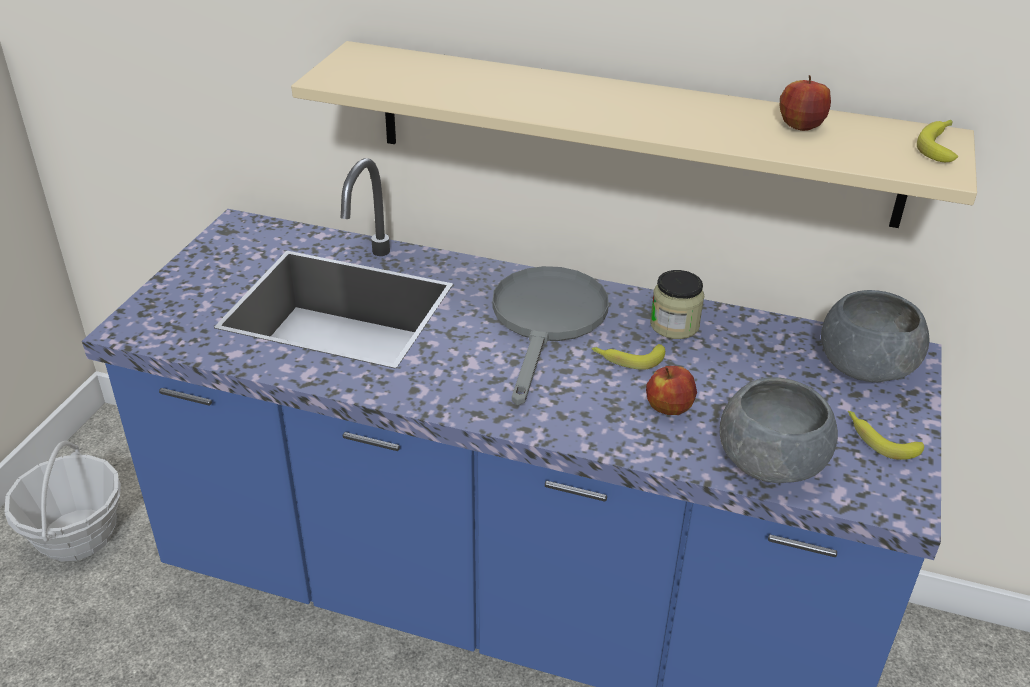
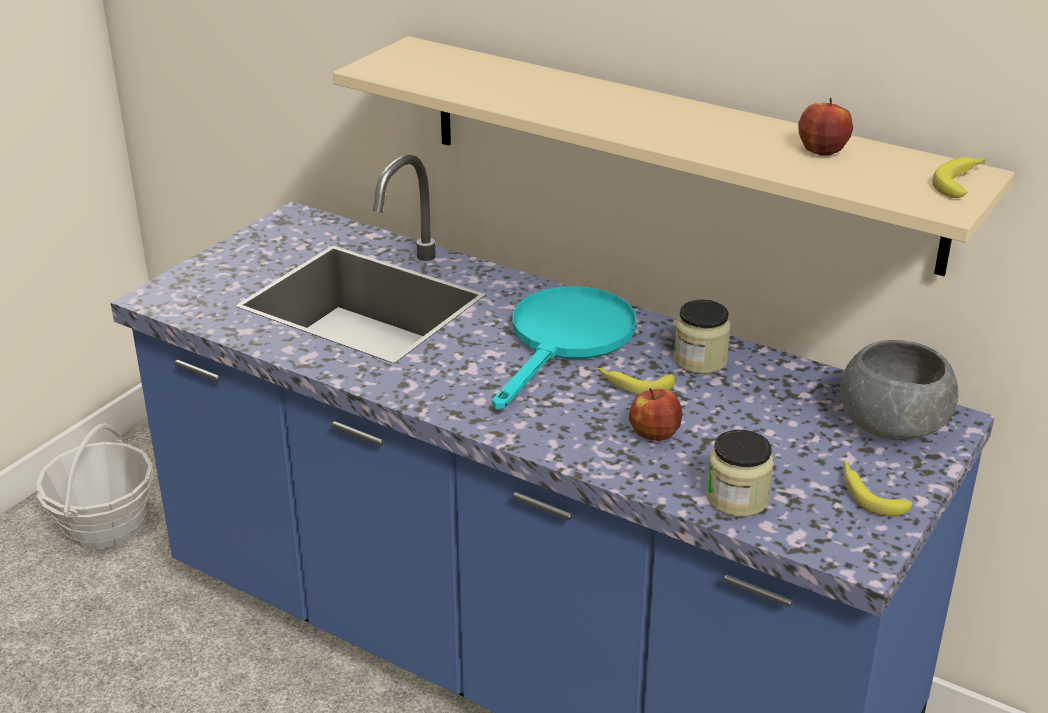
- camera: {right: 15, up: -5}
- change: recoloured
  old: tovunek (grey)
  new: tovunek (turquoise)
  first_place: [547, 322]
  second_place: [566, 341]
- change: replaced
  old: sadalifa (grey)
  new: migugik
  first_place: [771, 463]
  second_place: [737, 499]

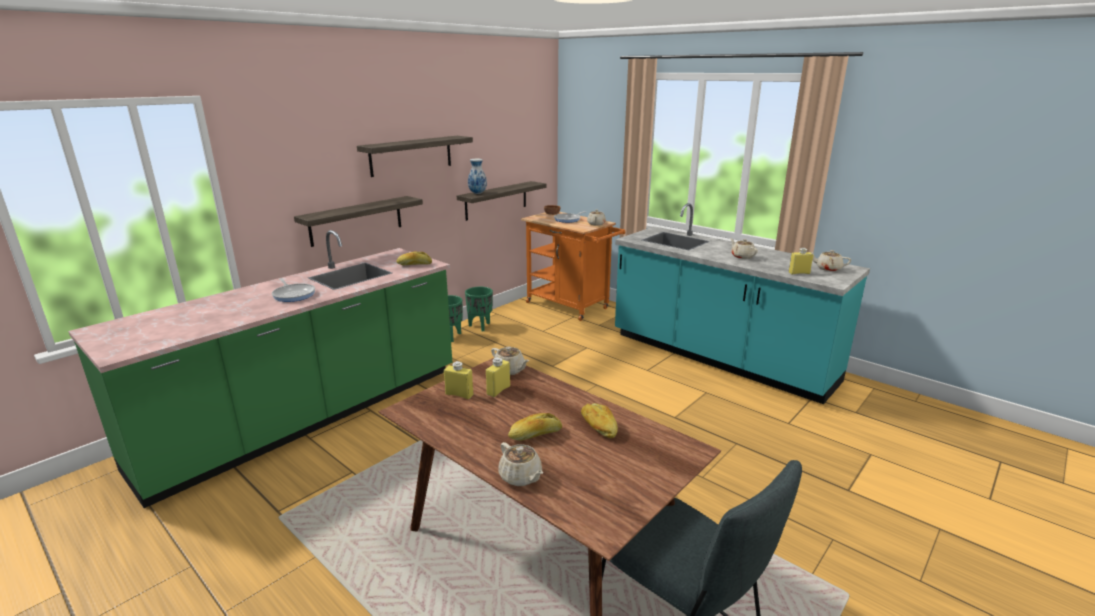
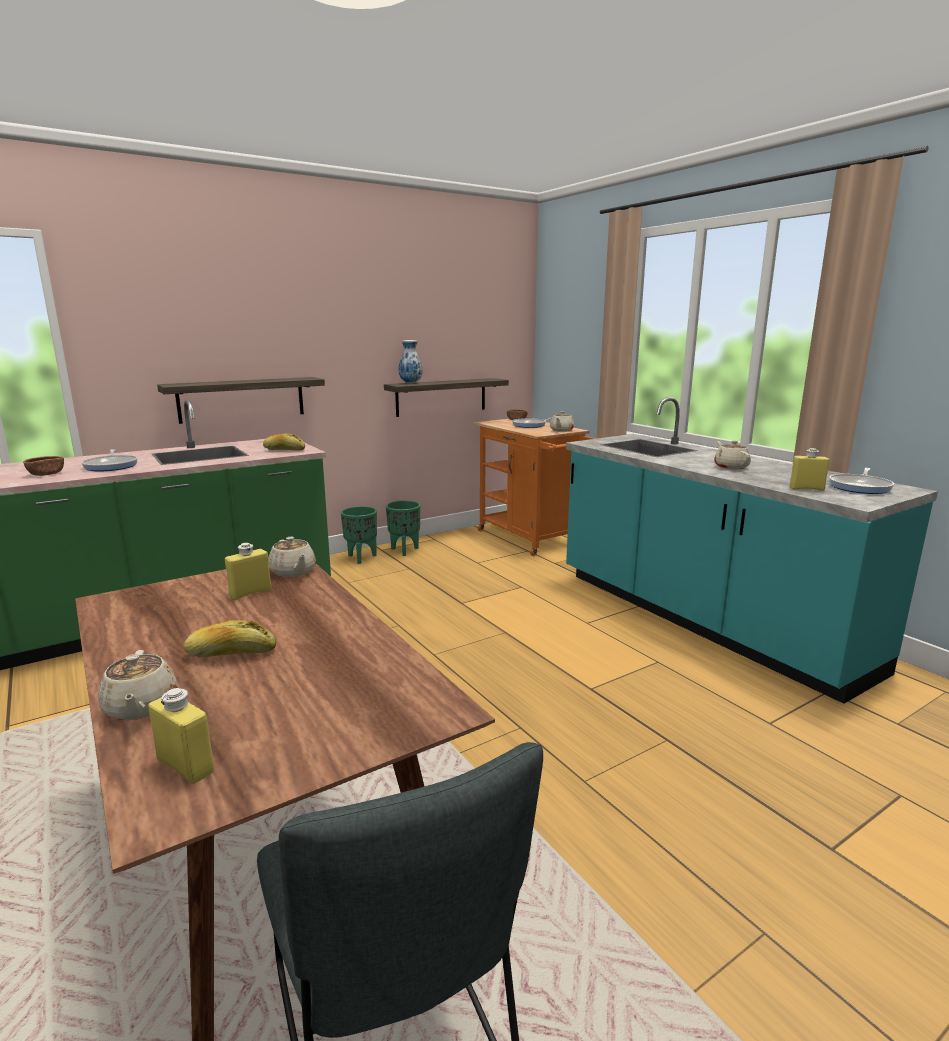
- camera: {right: 15, up: -5}
- change: removed
  old: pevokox
  first_place: [411, 155]
- change: replaced
  old: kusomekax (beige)
  new: tovunek
  first_place: [827, 268]
  second_place: [860, 487]
- change: moved
  old: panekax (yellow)
  first_place: [459, 394]
  second_place: [185, 766]
- change: removed
  old: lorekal
  first_place: [598, 427]
- change: added
  new: sadalifa (brown)
  second_place: [46, 474]

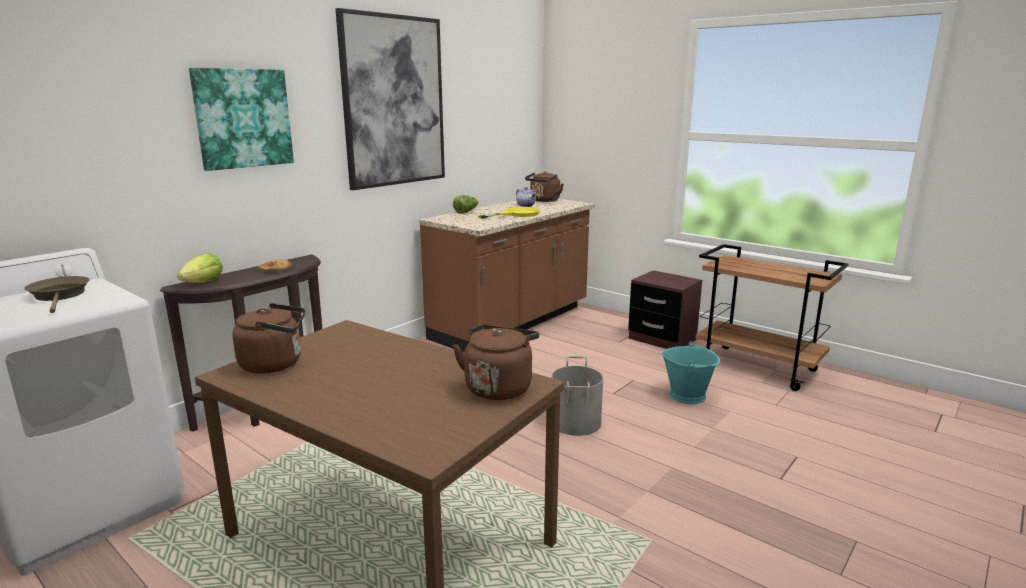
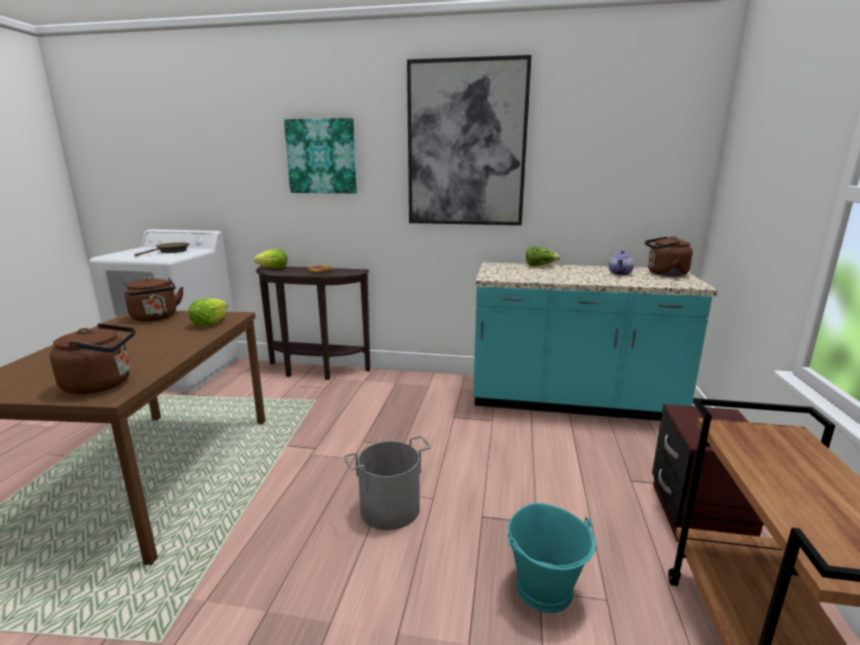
- camera: {right: 60, up: 0}
- change: recoloured
  old: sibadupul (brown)
  new: sibadupul (turquoise)
  first_place: [512, 323]
  second_place: [572, 402]
- change: removed
  old: tovunek (yellow)
  first_place: [516, 214]
- change: added
  new: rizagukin
  second_place: [209, 323]

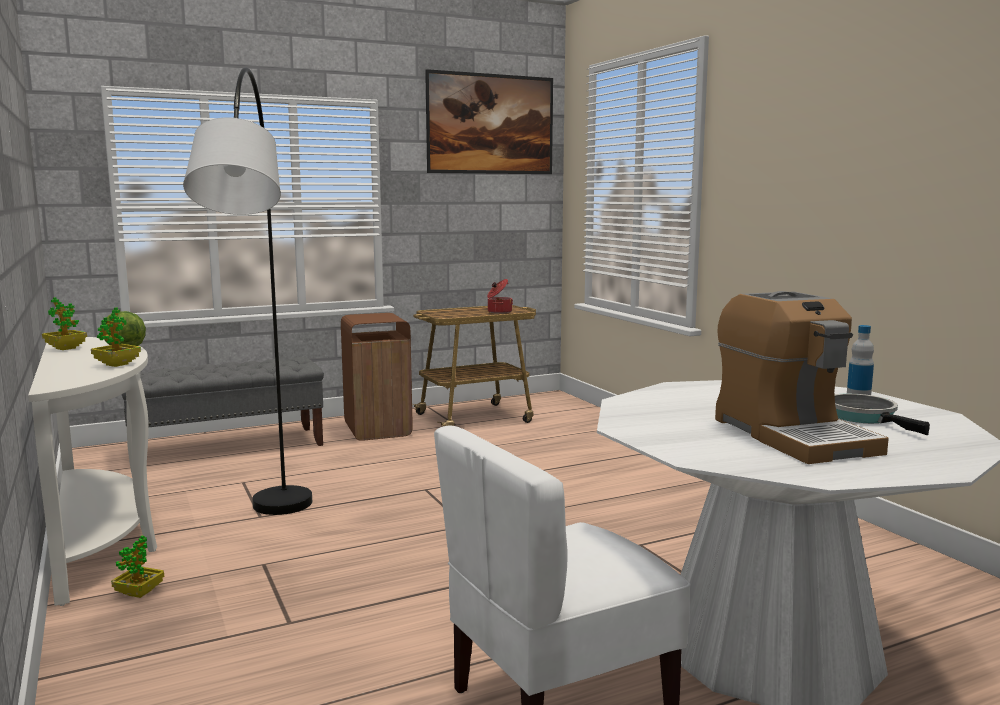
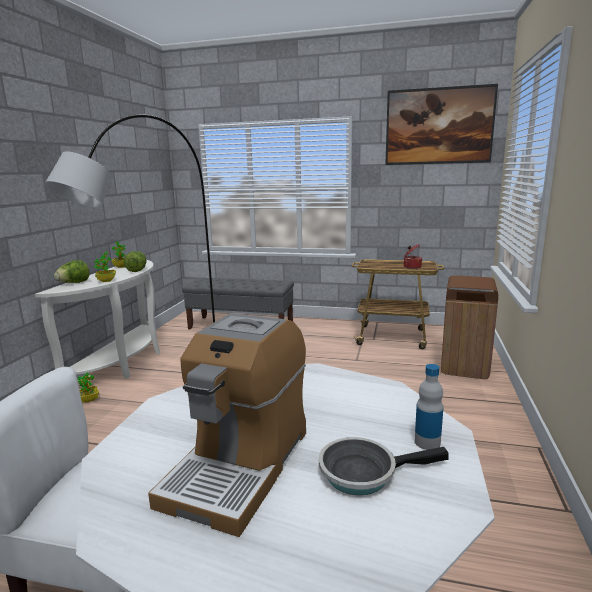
- camera: {right: 40, up: 5}
- change: moved
  old: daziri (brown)
  first_place: [378, 429]
  second_place: [465, 366]
- change: turned
  old: tovunek
  first_place: [865, 417]
  second_place: [363, 472]
  degrees: -120
- change: added
  new: rizagukin
  second_place: [74, 283]

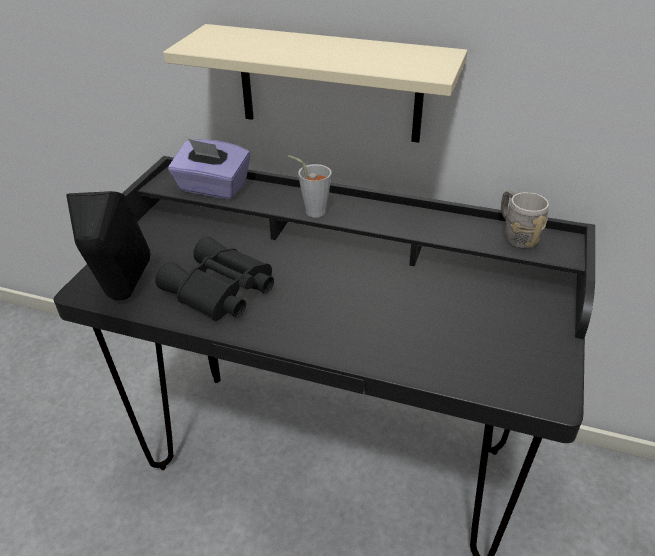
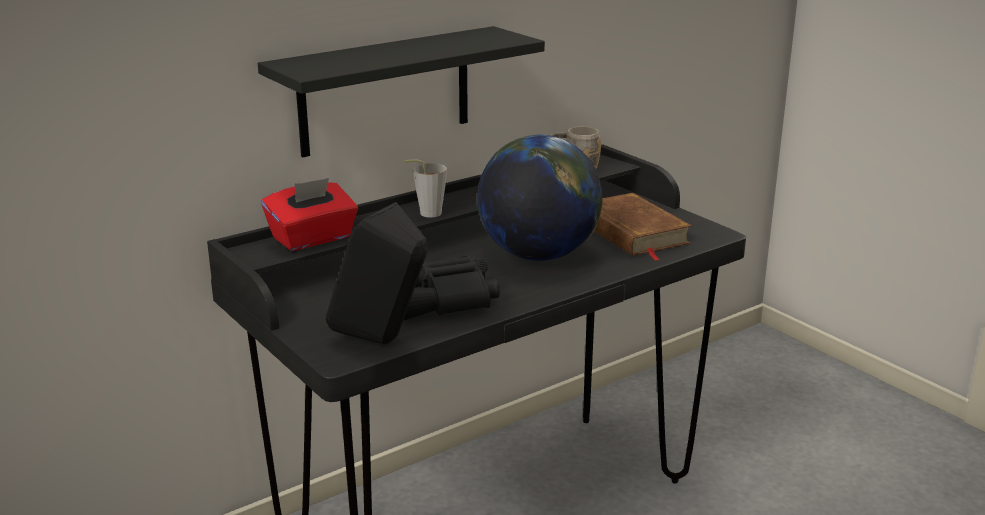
- camera: {right: -55, up: -15}
- change: recoloured
  old: pevokox (beige)
  new: pevokox (black)
  first_place: [329, 84]
  second_place: [385, 91]
- change: recoloured
  old: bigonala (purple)
  new: bigonala (red)
  first_place: [212, 188]
  second_place: [313, 239]
- change: added
  new: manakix
  second_place: [538, 256]
- change: added
  new: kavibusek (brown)
  second_place: [631, 232]

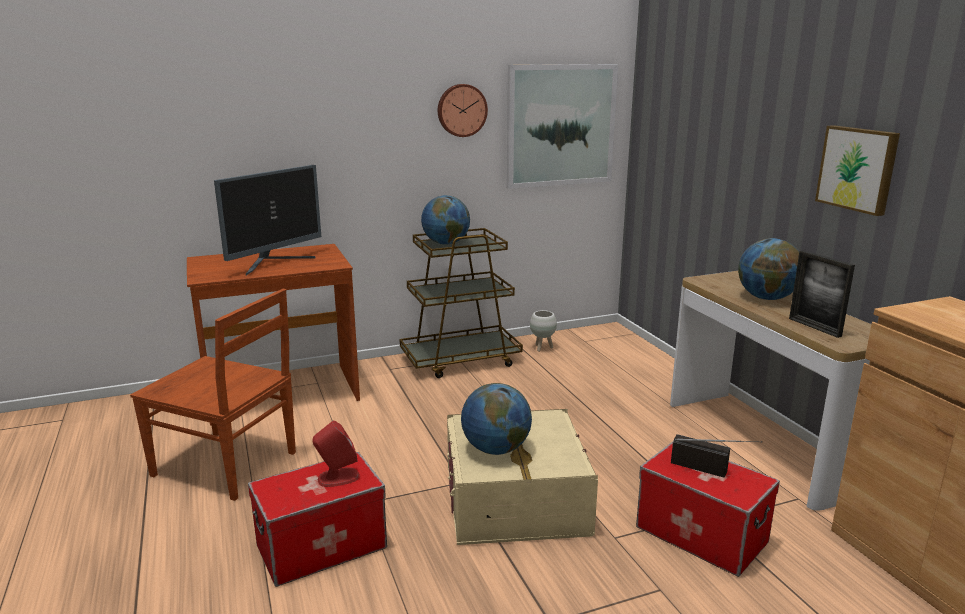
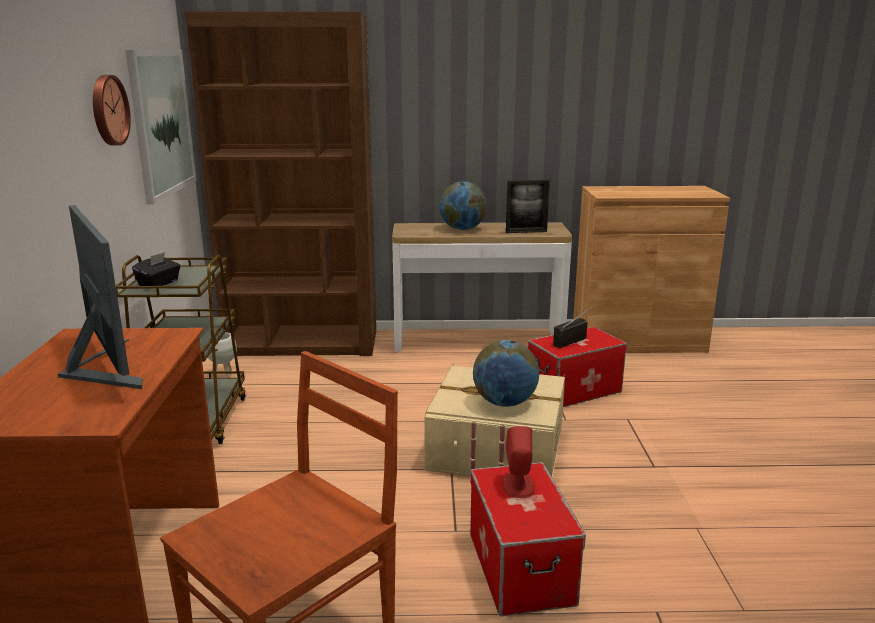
- camera: {right: -70, up: 0}
- change: removed
  old: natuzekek
  first_place: [858, 169]
- change: replaced
  old: manakix
  new: bigonala (black)
  first_place: [446, 243]
  second_place: [159, 283]
- change: added
  new: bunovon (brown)
  second_place: [303, 344]

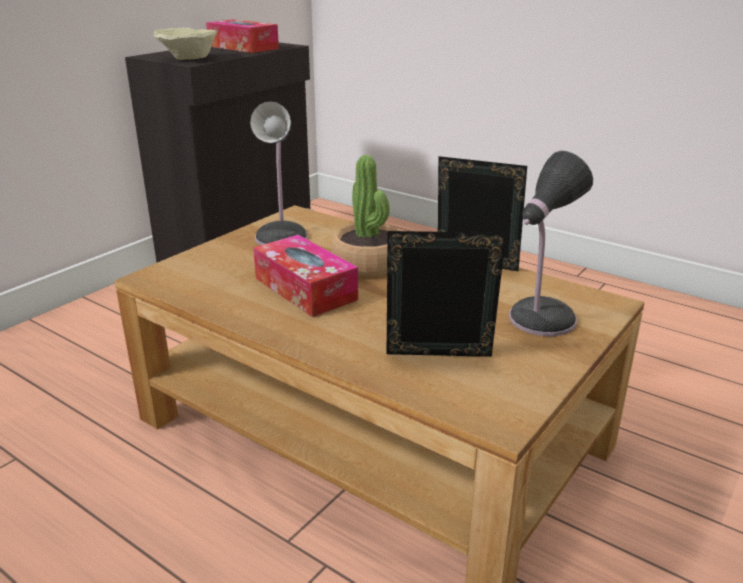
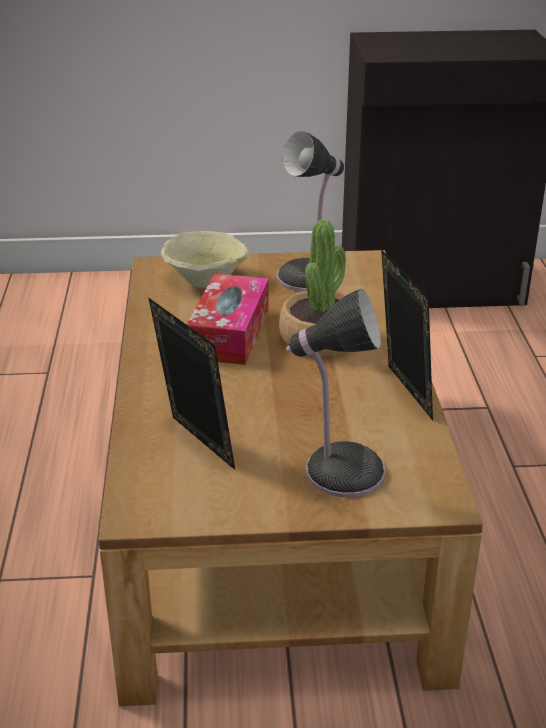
- camera: {right: 50, up: 5}
- change: removed
  old: bigonala
  first_place: [243, 47]
- change: moved
  old: sadalifa (beige)
  first_place: [189, 58]
  second_place: [207, 279]

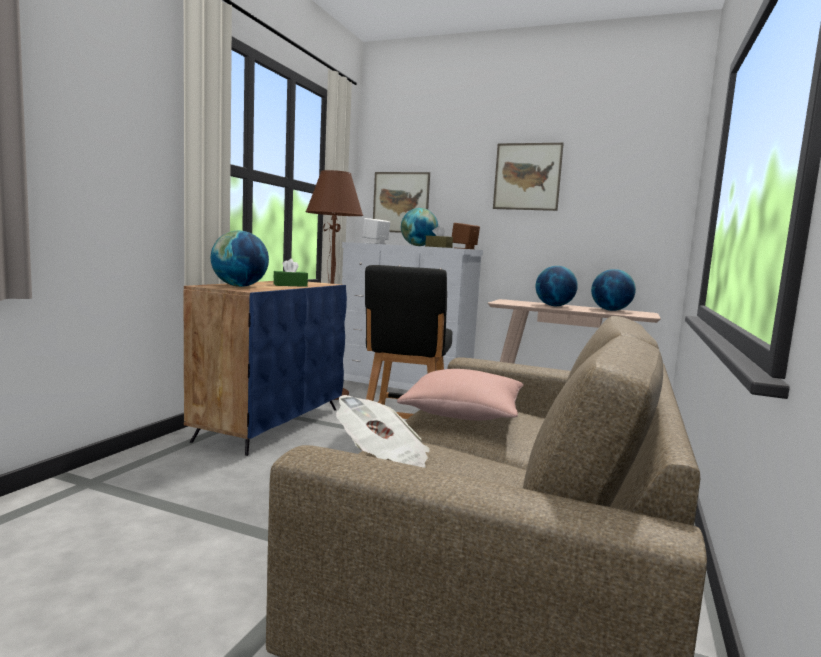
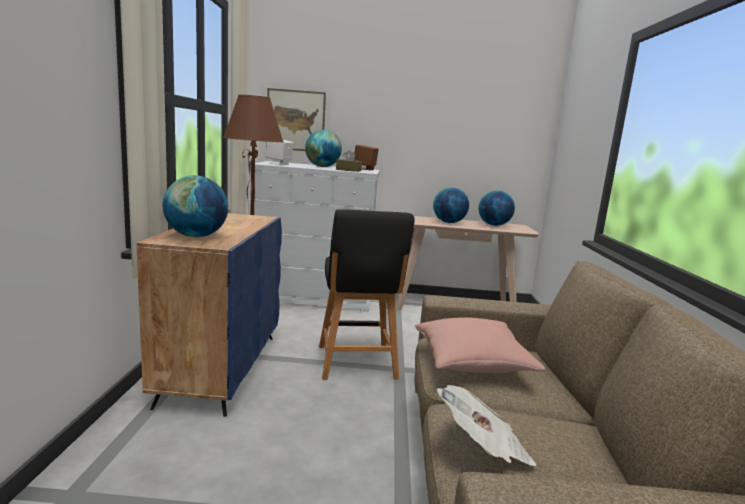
- camera: {right: -20, up: 5}
- change: removed
  old: natuzekek
  first_place: [527, 176]
- change: removed
  old: bigonala (green)
  first_place: [290, 285]

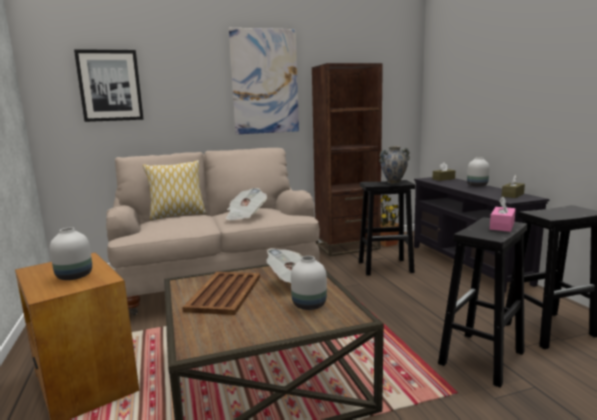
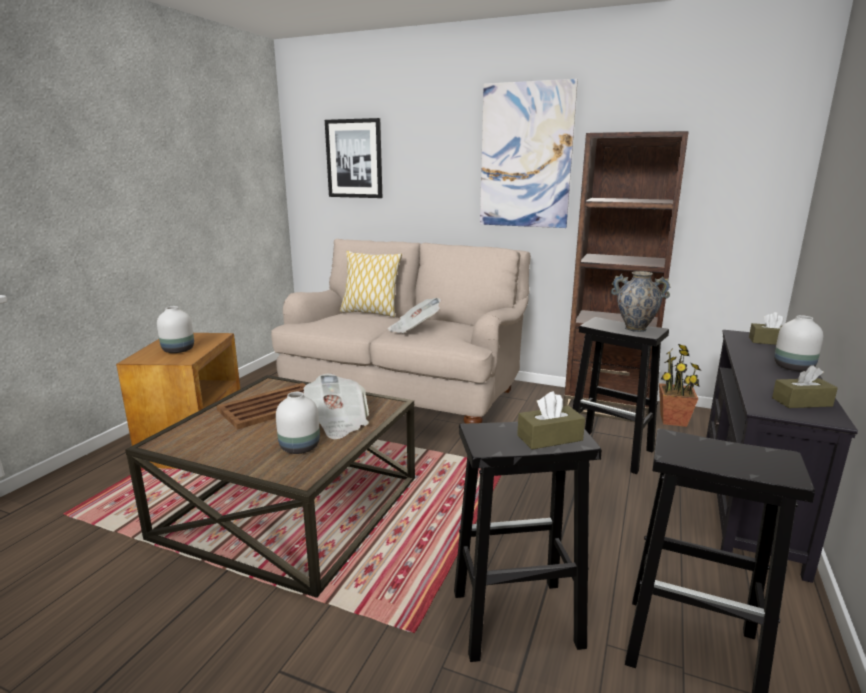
- camera: {right: 40, up: 5}
- change: recoloured
  old: bigonala (pink)
  new: bigonala (brown)
  first_place: [502, 226]
  second_place: [549, 438]

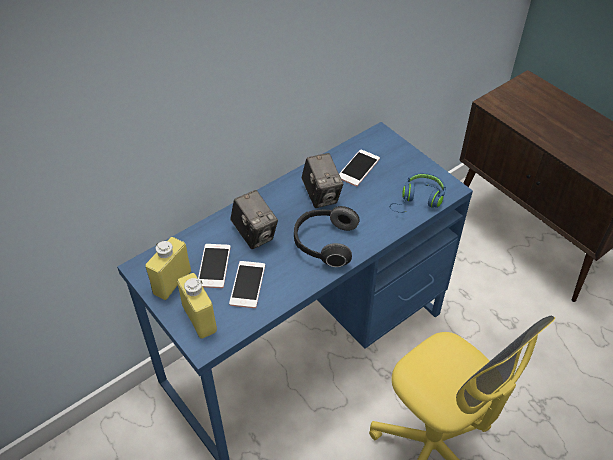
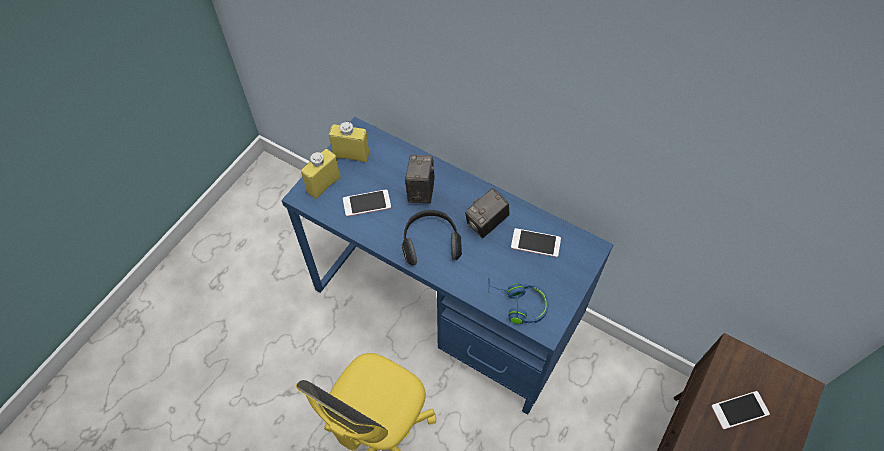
- camera: {right: 70, up: 10}
- change: turned
  old: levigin
  first_place: [255, 234]
  second_place: [420, 190]
  degrees: 150
- change: moved
  old: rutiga
  first_place: [214, 266]
  second_place: [739, 410]

